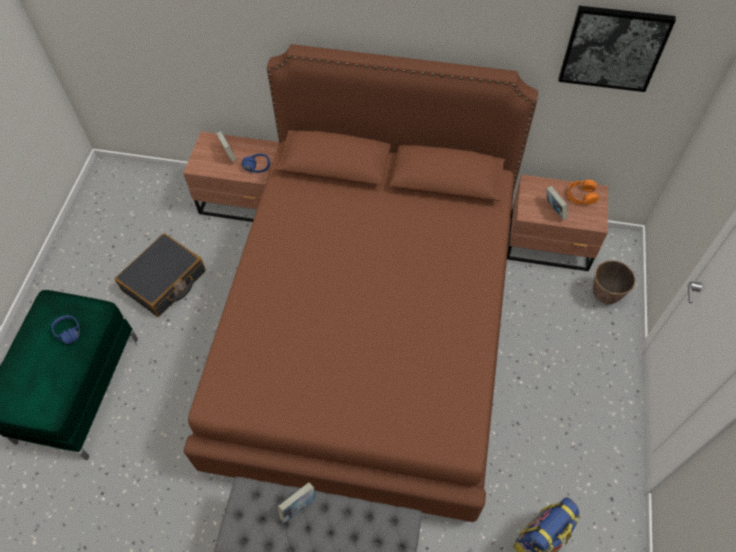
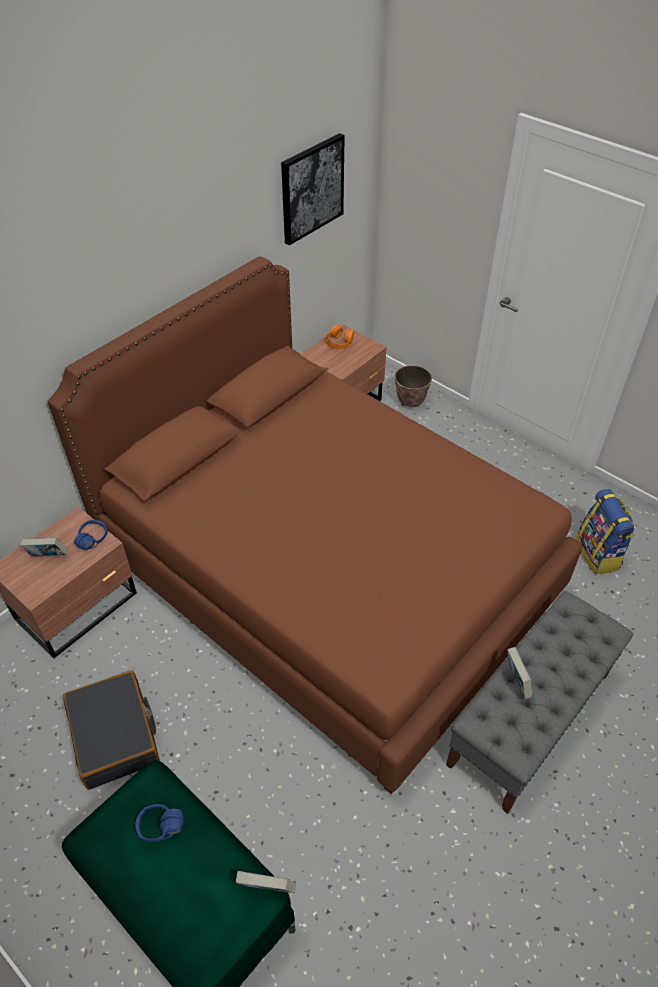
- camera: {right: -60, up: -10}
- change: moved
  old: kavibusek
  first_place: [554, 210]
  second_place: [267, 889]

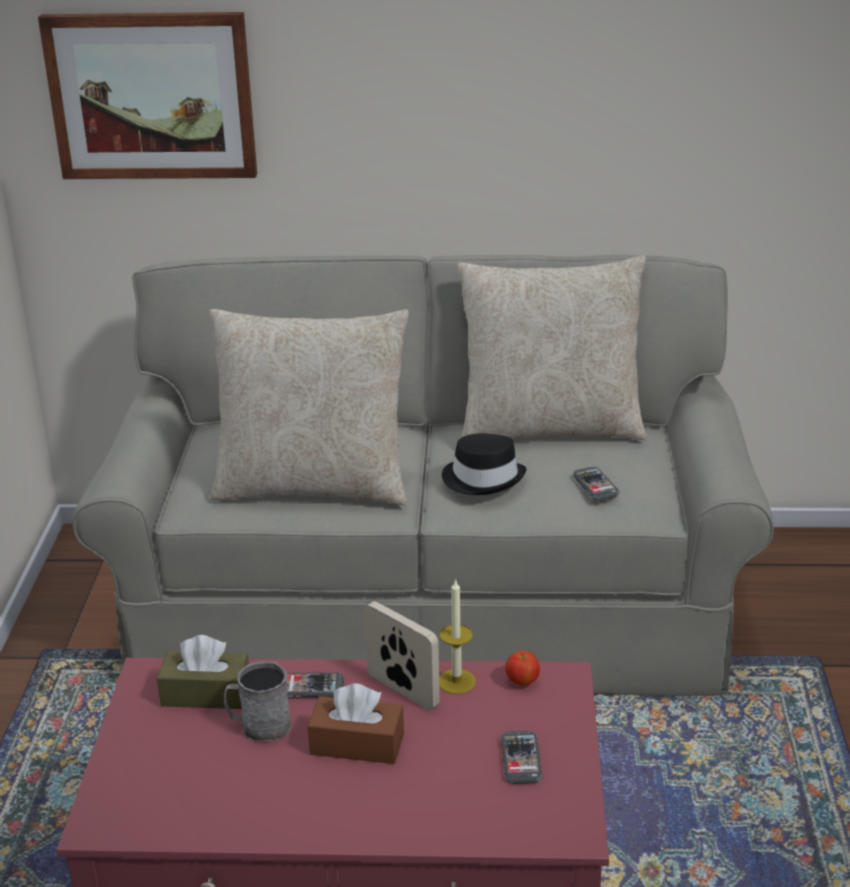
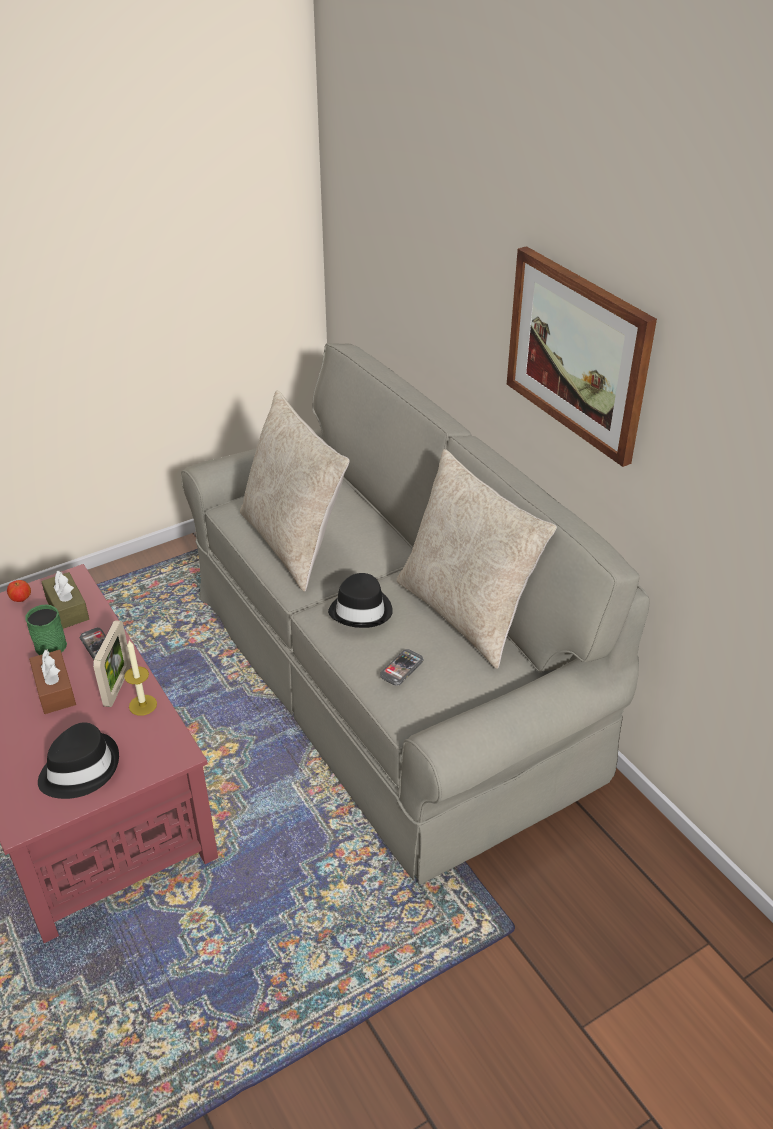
- camera: {right: 55, up: 10}
- change: moved
  old: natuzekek
  first_place: [152, 96]
  second_place: [578, 353]
- change: moved
  old: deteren
  first_place: [522, 682]
  second_place: [21, 599]
- change: recoloured
  old: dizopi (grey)
  new: dizopi (green)
  first_place: [259, 726]
  second_place: [49, 643]
- change: replaced
  old: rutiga
  new: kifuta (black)
  first_place: [521, 759]
  second_place: [80, 769]

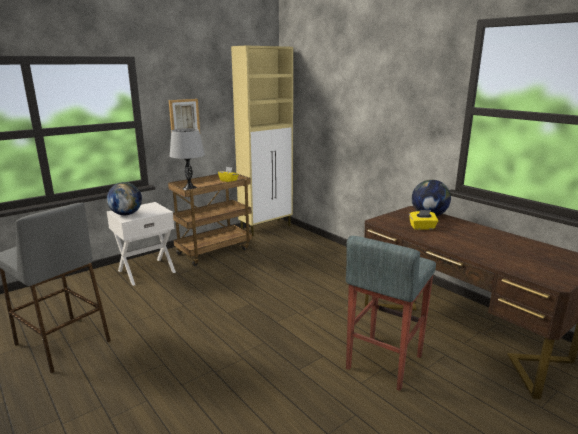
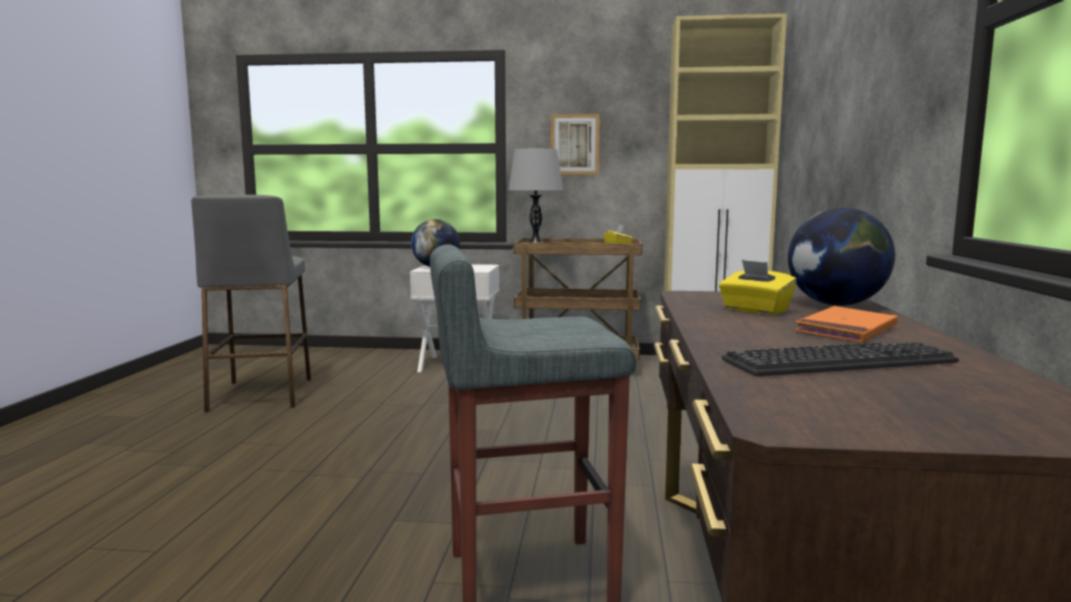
- camera: {right: 45, up: -10}
- change: added
  new: kavibusek (orange)
  second_place: [846, 330]
- change: added
  new: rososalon
  second_place: [838, 362]

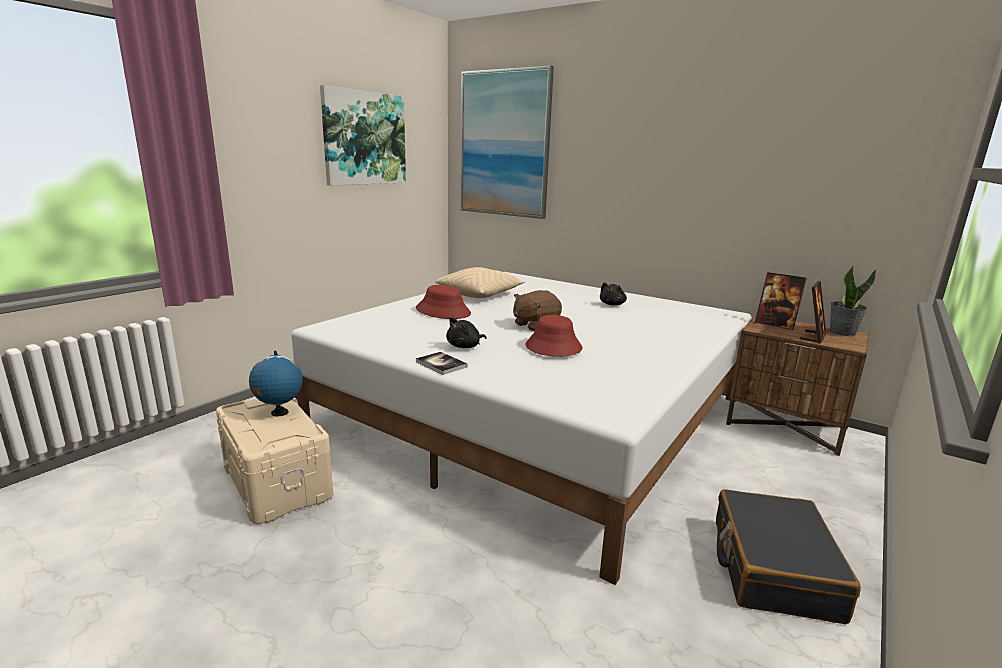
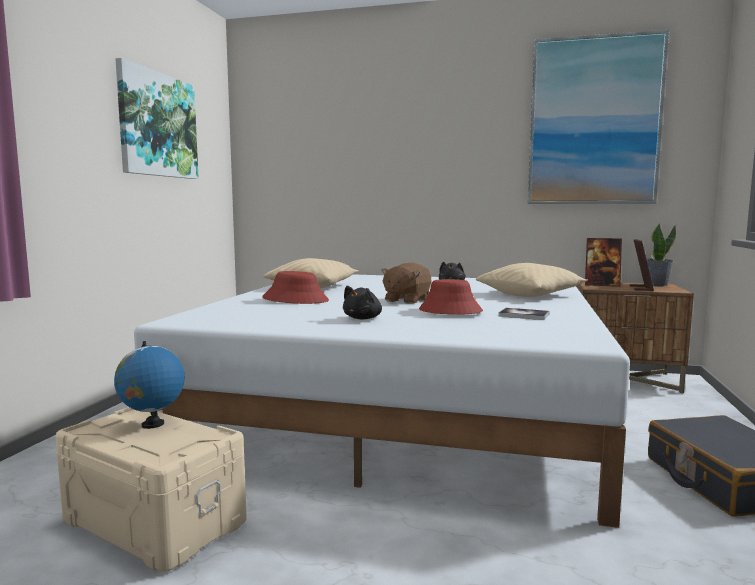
- camera: {right: -20, up: -10}
- change: moved
  old: natuzekek
  first_place: [504, 144]
  second_place: [594, 121]
- change: moved
  old: kavibusek
  first_place: [441, 364]
  second_place: [524, 315]
- change: added
  new: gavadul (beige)
  second_place: [530, 294]

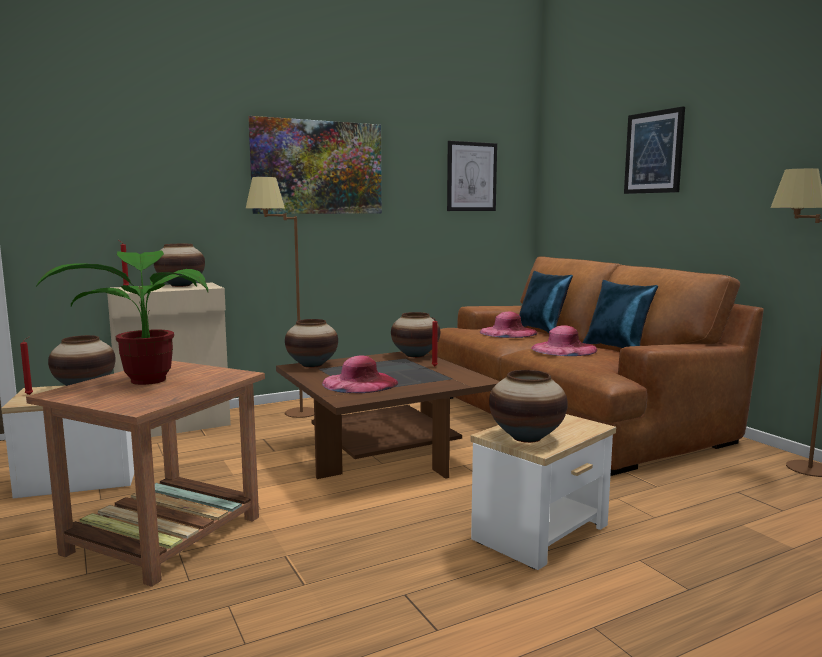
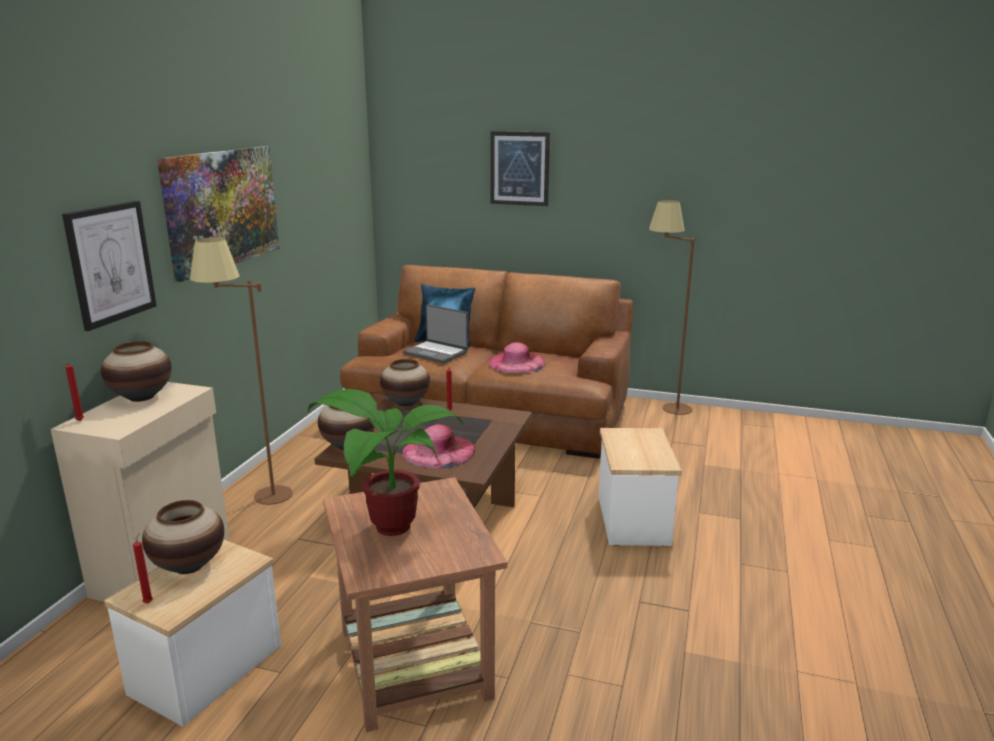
- camera: {right: -45, up: 10}
- change: moved
  old: natuzekek
  first_place: [471, 177]
  second_place: [111, 263]
- change: removed
  old: gavadul (blue)
  first_place: [617, 349]
- change: replaced
  old: kifuta (pink)
  new: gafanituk
  first_place: [508, 332]
  second_place: [436, 353]
- change: removed
  old: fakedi
  first_place: [526, 437]

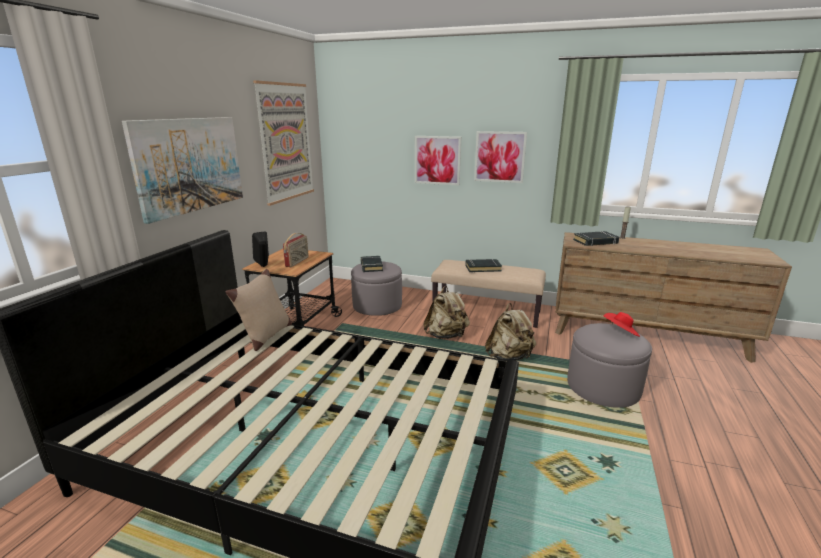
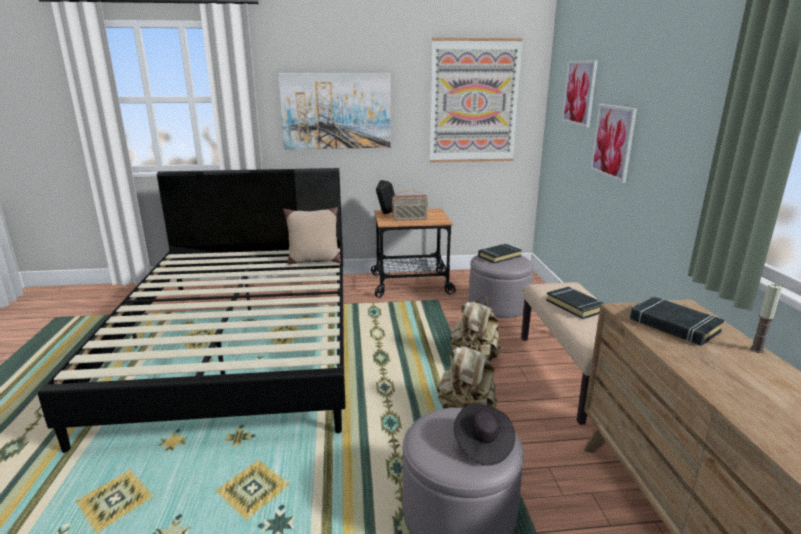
- camera: {right: 65, up: 0}
- change: moved
  old: natuzekek
  first_place: [499, 157]
  second_place: [579, 93]
- change: recoloured
  old: kifuta (red)
  new: kifuta (black)
  first_place: [620, 332]
  second_place: [482, 445]

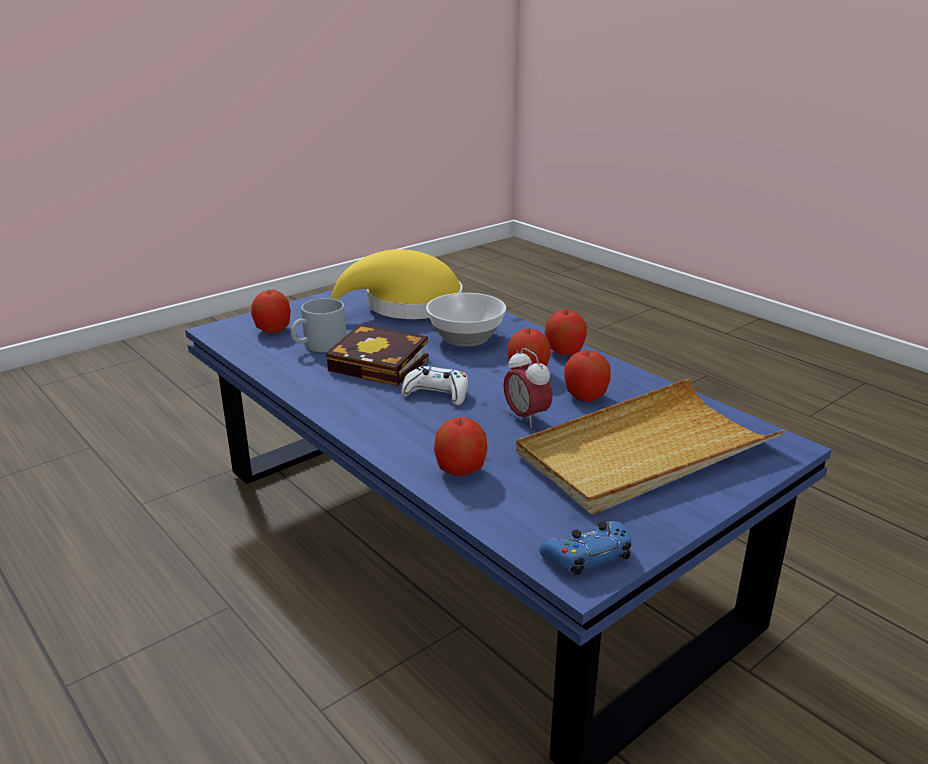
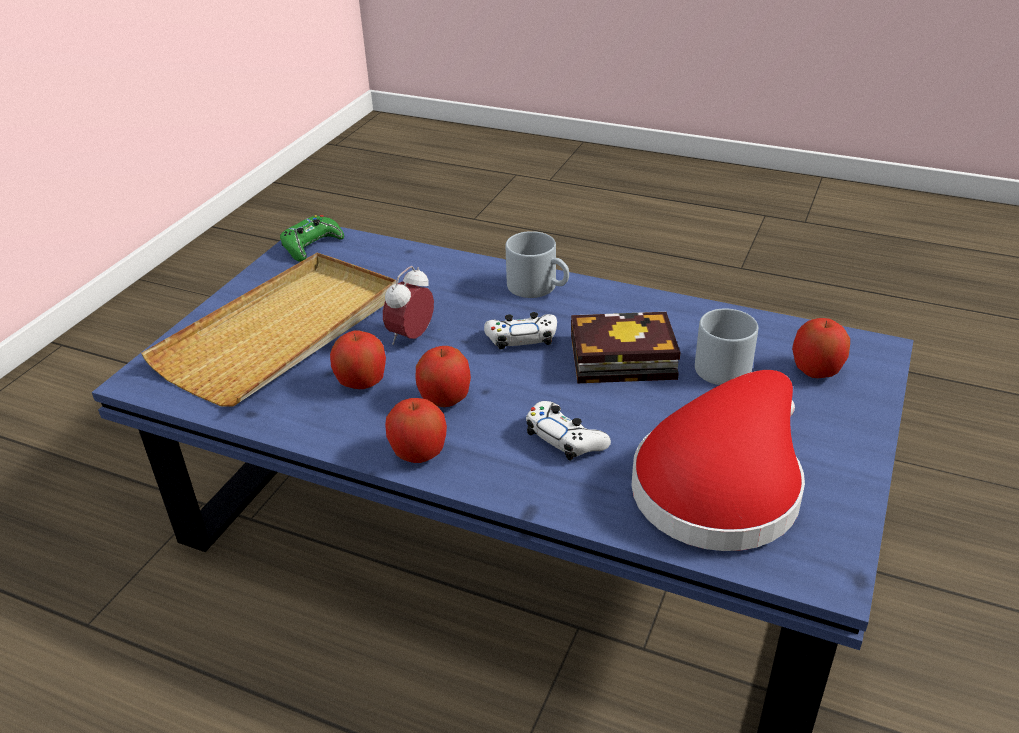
- camera: {right: 155, up: 10}
- change: recoloured
  old: kifuta (yellow)
  new: kifuta (red)
  first_place: [406, 306]
  second_place: [721, 483]
- change: replaced
  old: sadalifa
  new: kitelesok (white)
  first_place: [467, 338]
  second_place: [565, 438]
- change: turned
  old: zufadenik
  first_place: [526, 417]
  second_place: [411, 337]
  degrees: -90
- change: removed
  old: deteren
  first_place: [460, 470]
- change: recoloured
  old: kitelesok (blue)
  new: kitelesok (green)
  first_place: [587, 555]
  second_place: [311, 245]
- change: added
  new: dizopi (grey)
  second_place: [539, 287]

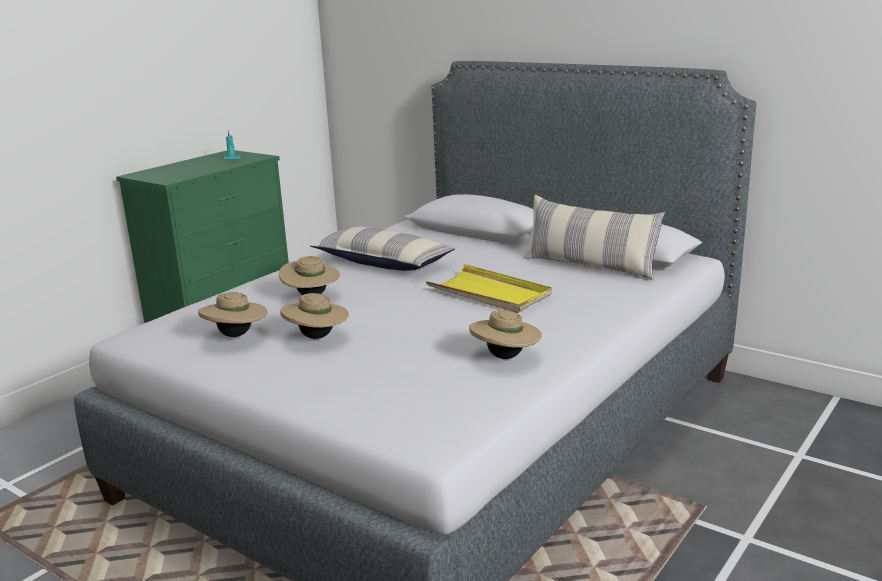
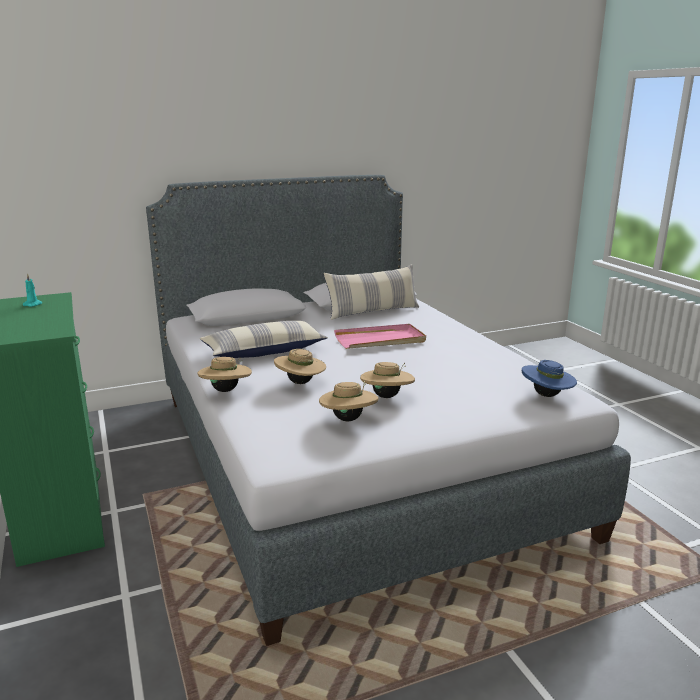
- camera: {right: -60, up: 0}
- change: recoloured
  old: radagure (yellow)
  new: radagure (pink)
  first_place: [489, 293]
  second_place: [380, 340]
- change: moved
  old: kifuta (beige)
  first_place: [506, 357]
  second_place: [226, 390]
- change: added
  new: kifuta (blue)
  second_place: [546, 395]

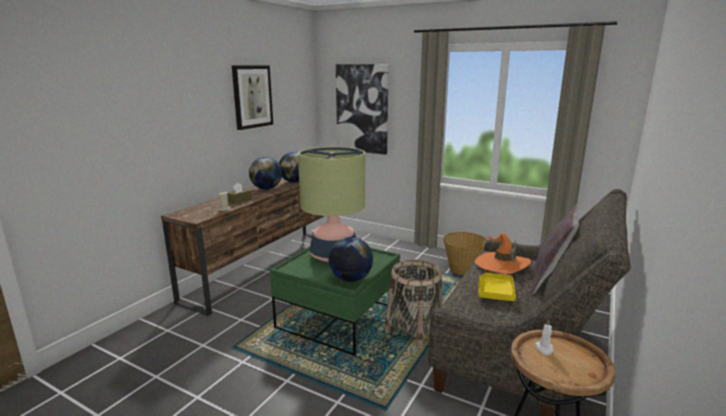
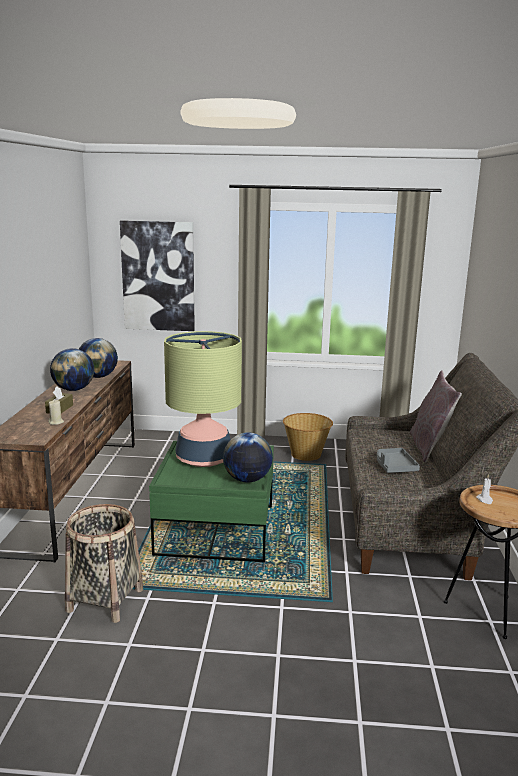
- camera: {right: -25, up: 0}
- change: removed
  old: natuzekek
  first_place: [252, 96]
- change: removed
  old: kifuta (orange)
  first_place: [501, 265]
- change: moved
  old: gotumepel
  first_place: [414, 331]
  second_place: [105, 600]
- change: recoloured
  old: radagure (yellow)
  new: radagure (grey)
  first_place: [495, 292]
  second_place: [394, 466]

